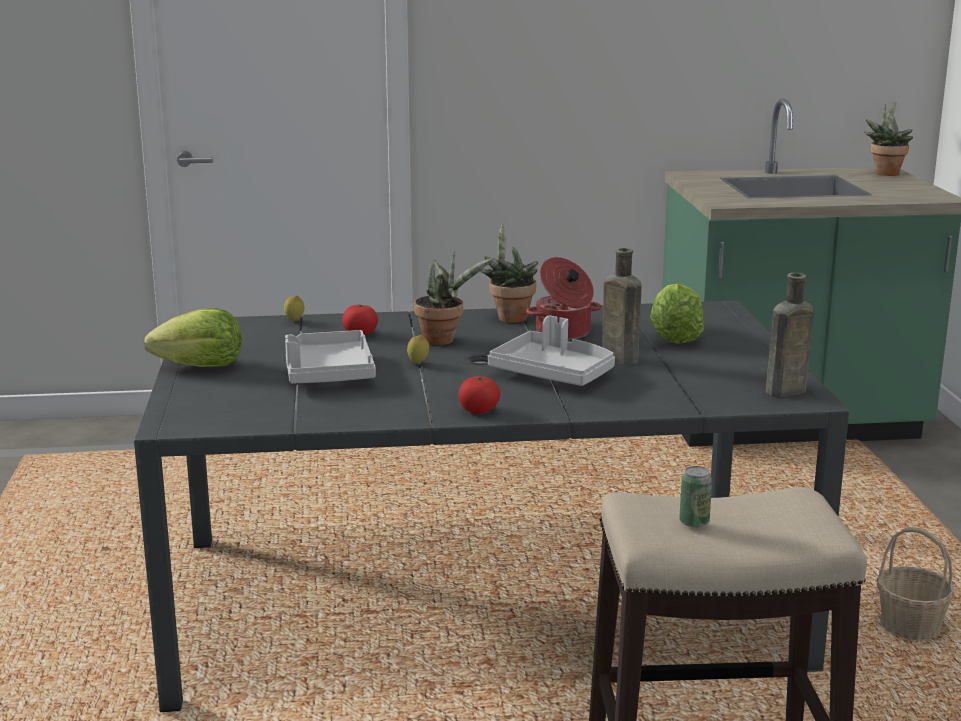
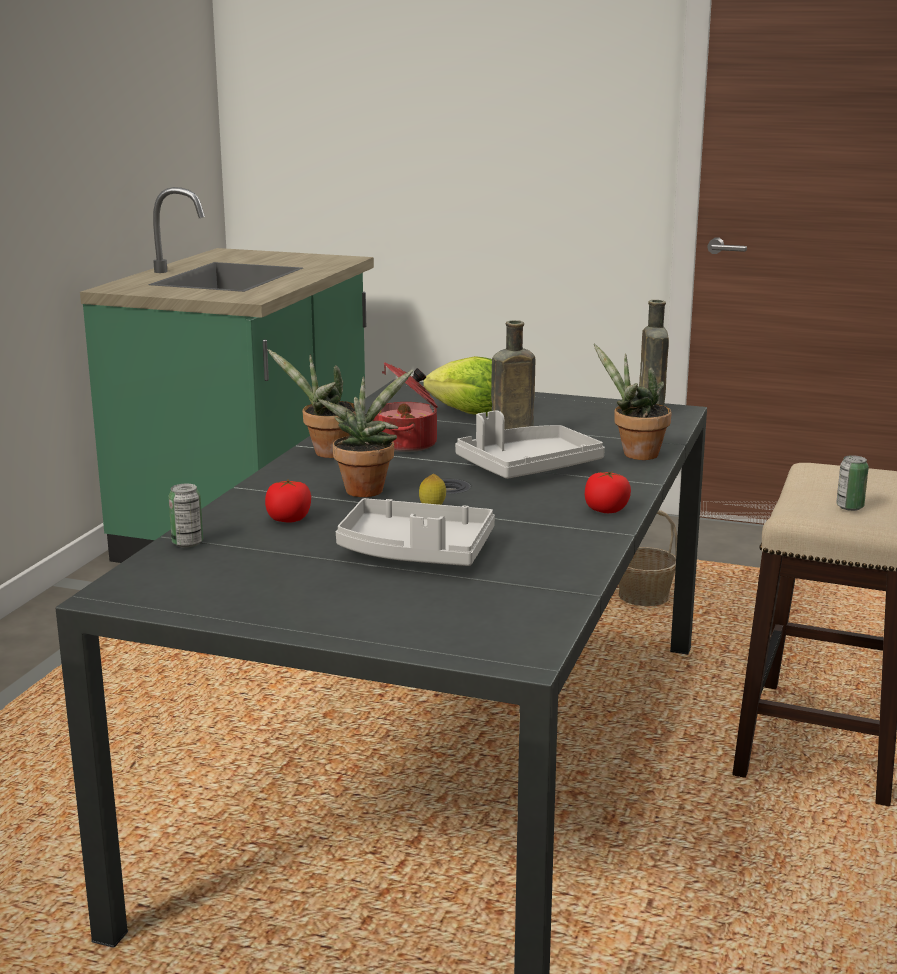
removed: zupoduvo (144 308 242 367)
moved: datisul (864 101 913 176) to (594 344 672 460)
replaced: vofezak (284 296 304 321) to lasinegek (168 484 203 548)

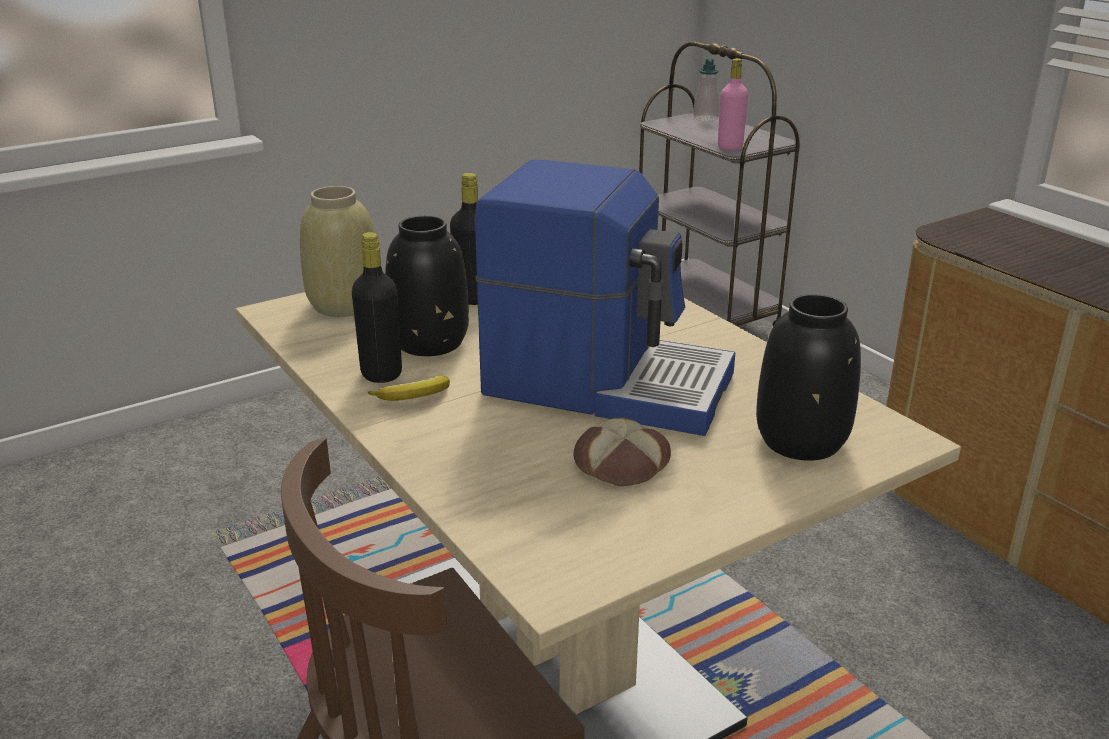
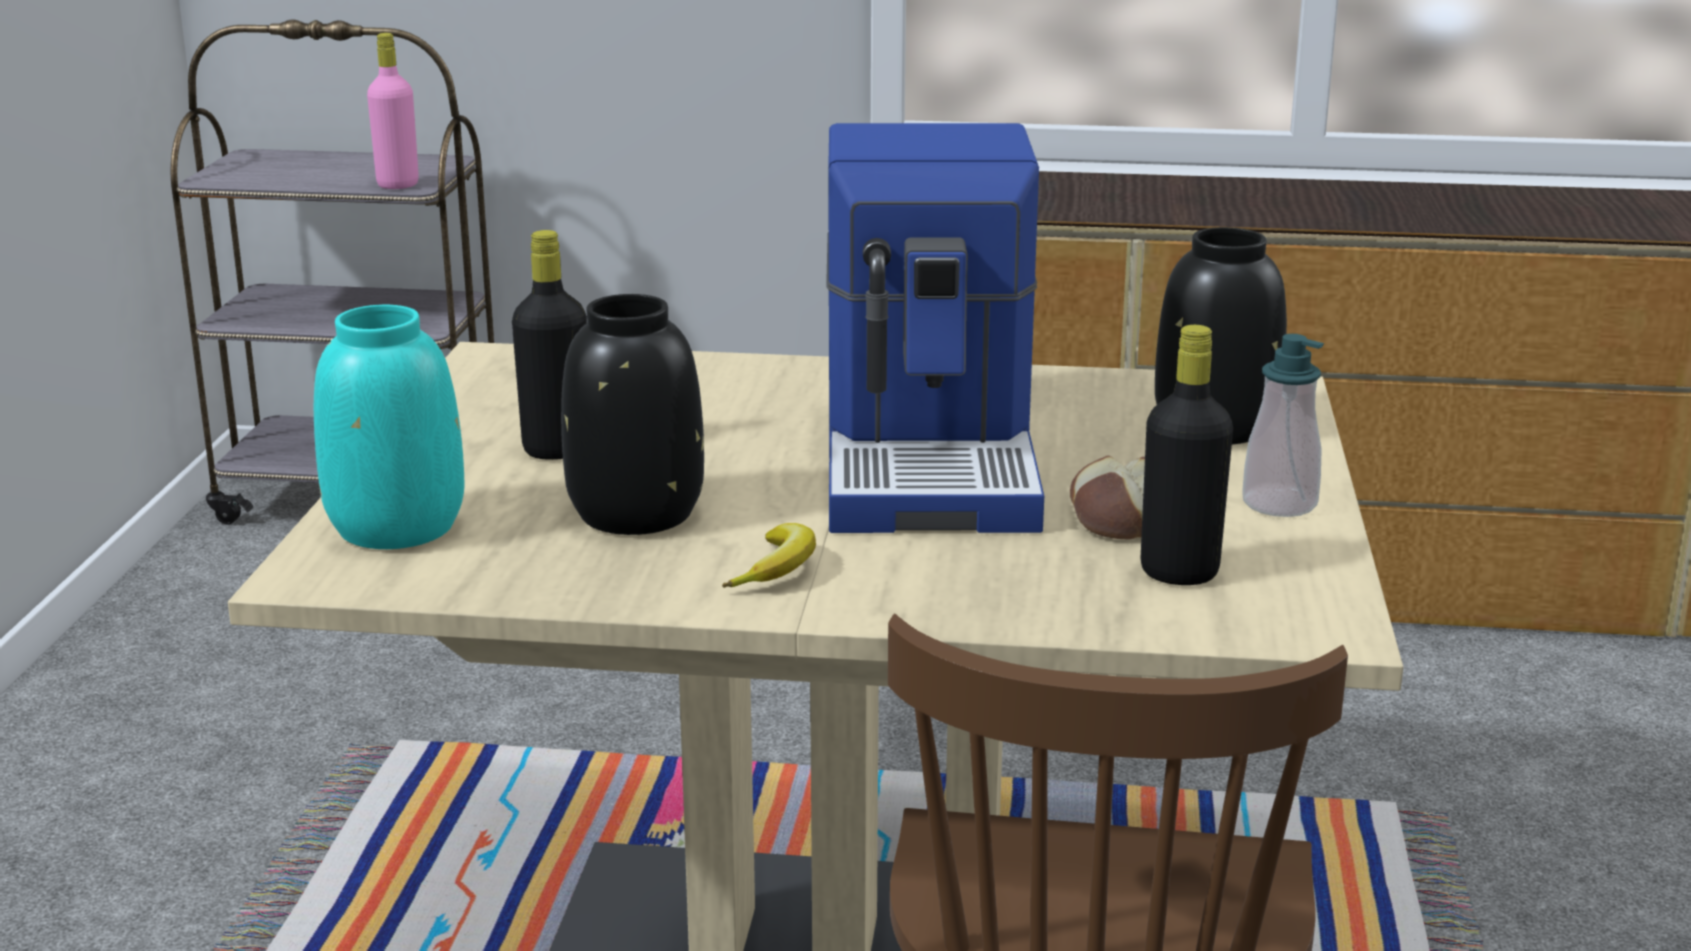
moved: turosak (693 58 719 121) to (1242 334 1324 517); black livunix (352 232 402 383) to (1141 325 1233 585)
recoloured: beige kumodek (300 186 374 317) to turquoise kumodek (314 305 464 549)
turned: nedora (475 160 735 436) = (826 123 1044 533) 120 degrees clockwise

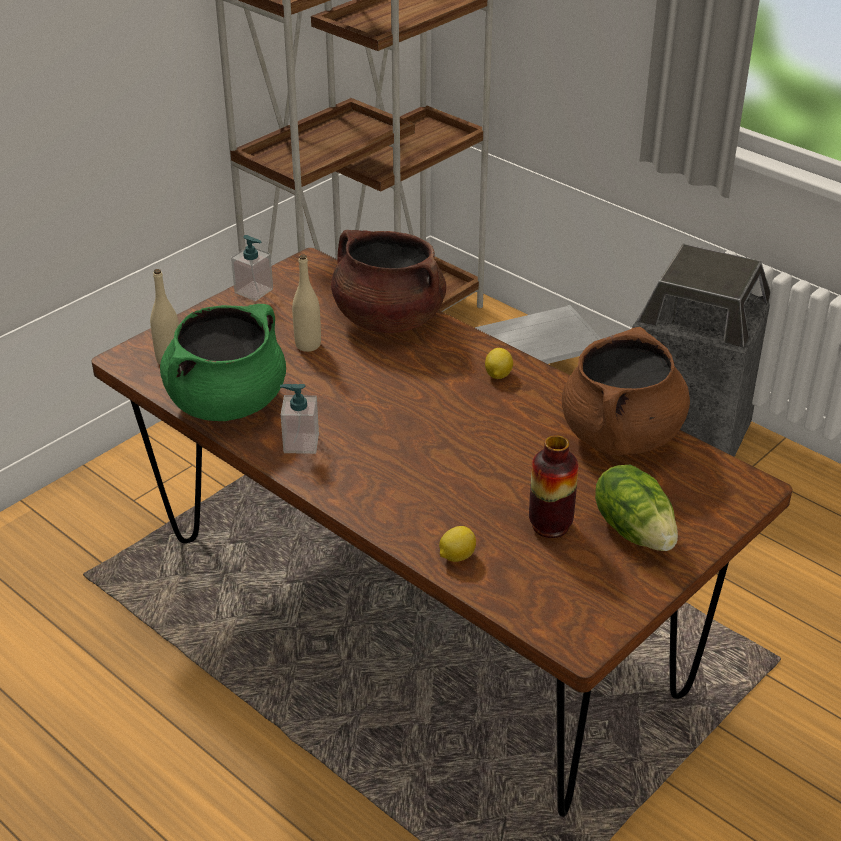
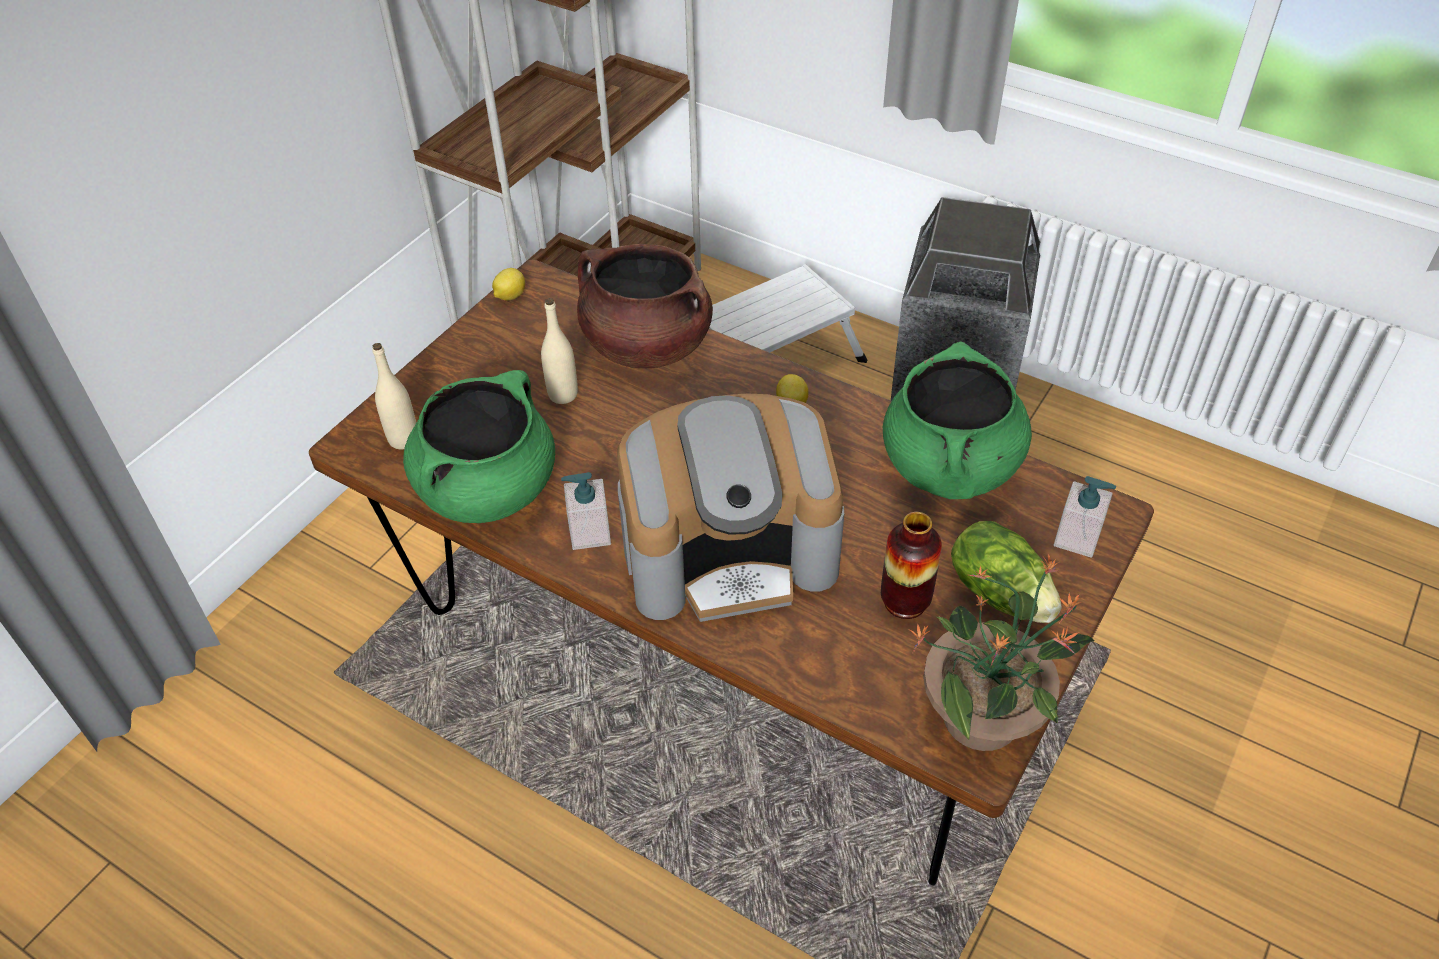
added: nedora (617 394 844 622); datisul (909 554 1095 751)
moved: turosak (231 235 273 301) to (1054 476 1116 558); vofezak (439 526 476 562) to (492 268 525 301)
recoloured: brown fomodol (562 327 690 455) to green fomodol (883 341 1032 499)

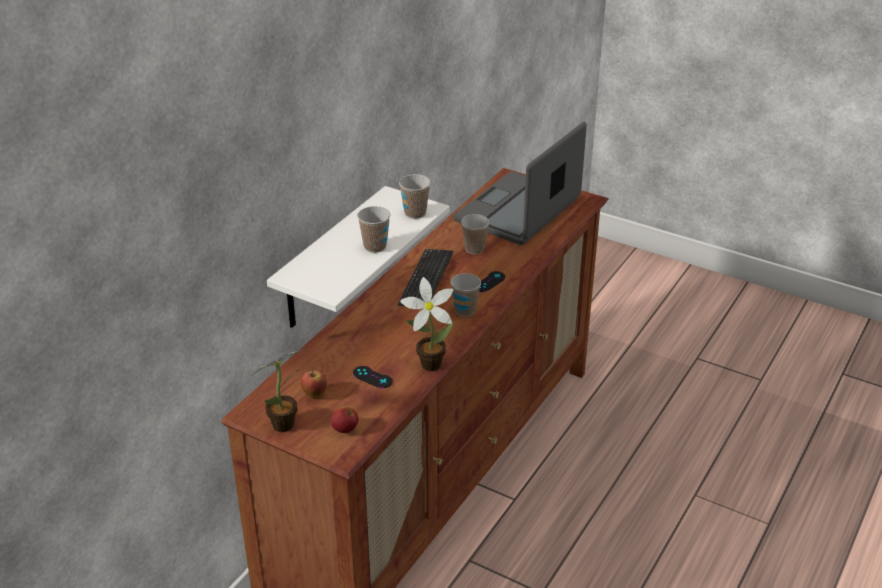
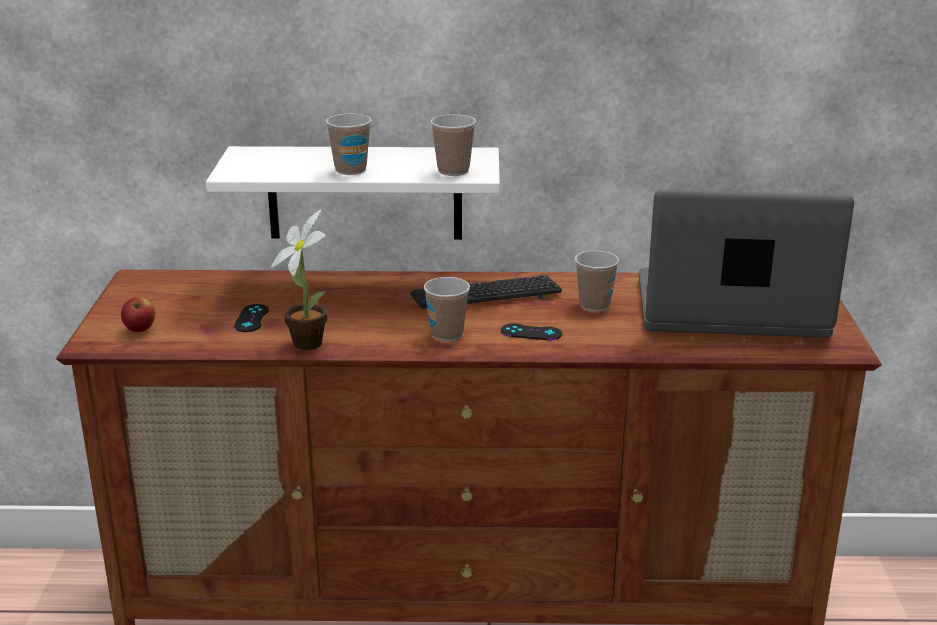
removed: datisul (252 350 303 432); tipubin (301 368 327 399)

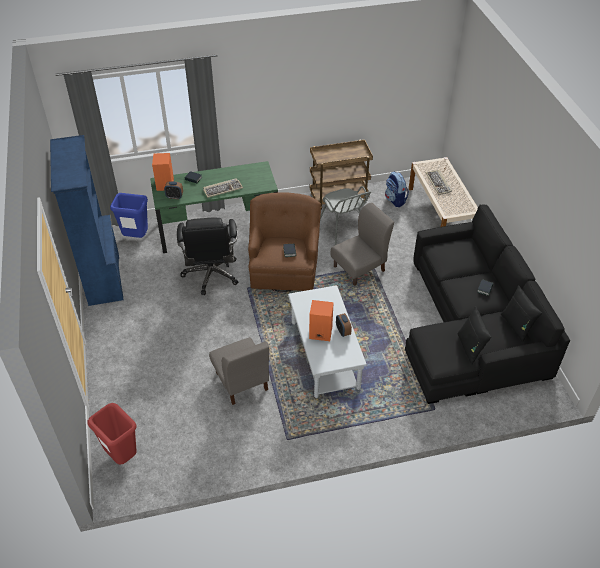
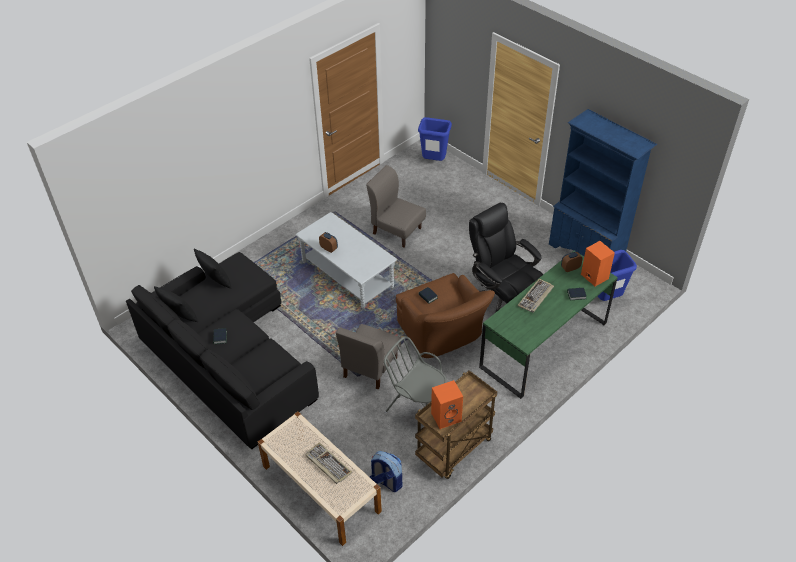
moved: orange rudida (309 300 334 341) to (431 380 463 429)
recoloured: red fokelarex (87 403 136 465) to blue fokelarex (418 117 452 161)

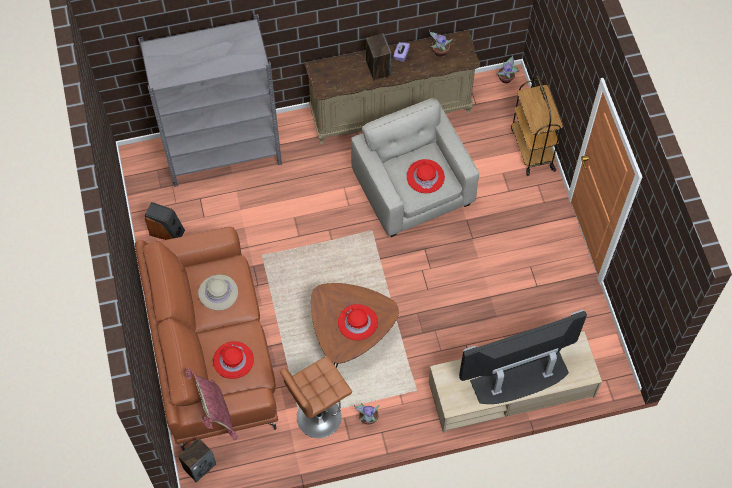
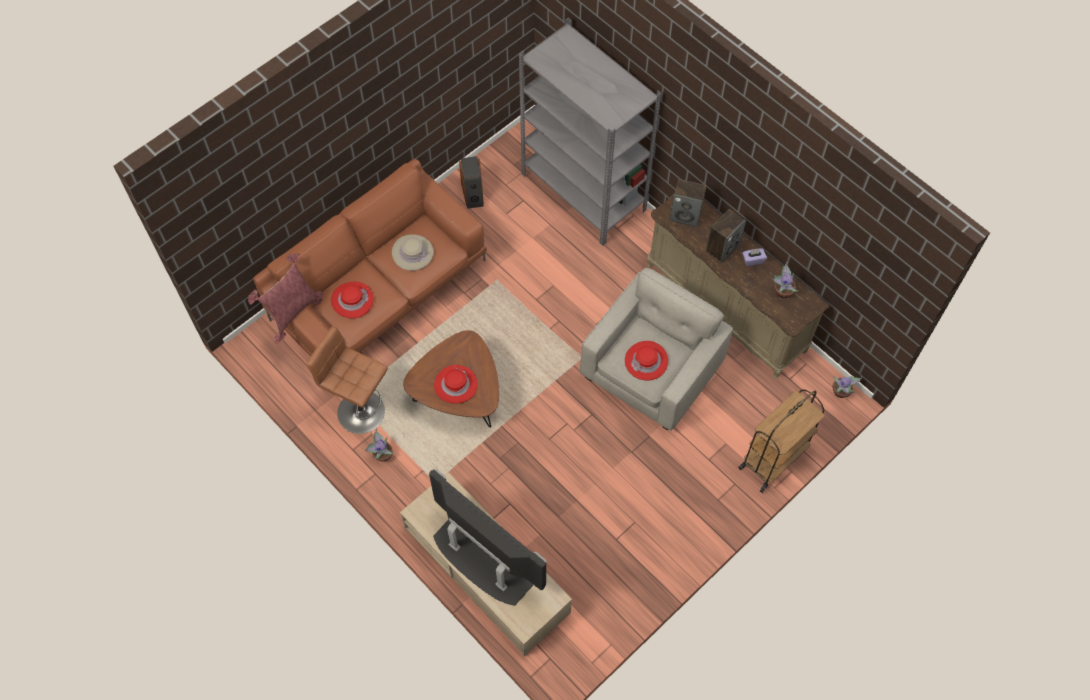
moved: rudida (178 438 216 482) to (669 179 706 227)

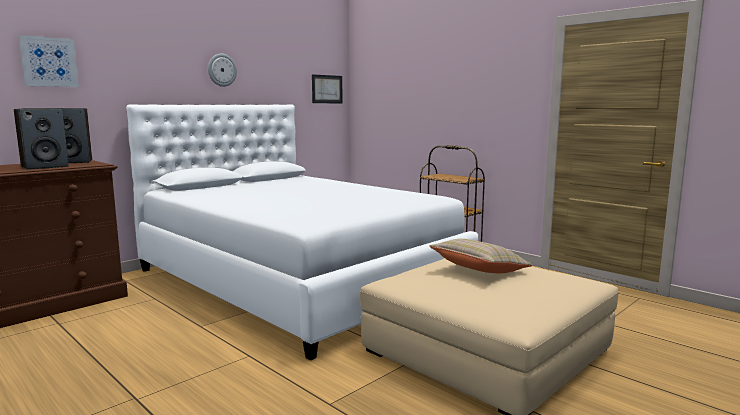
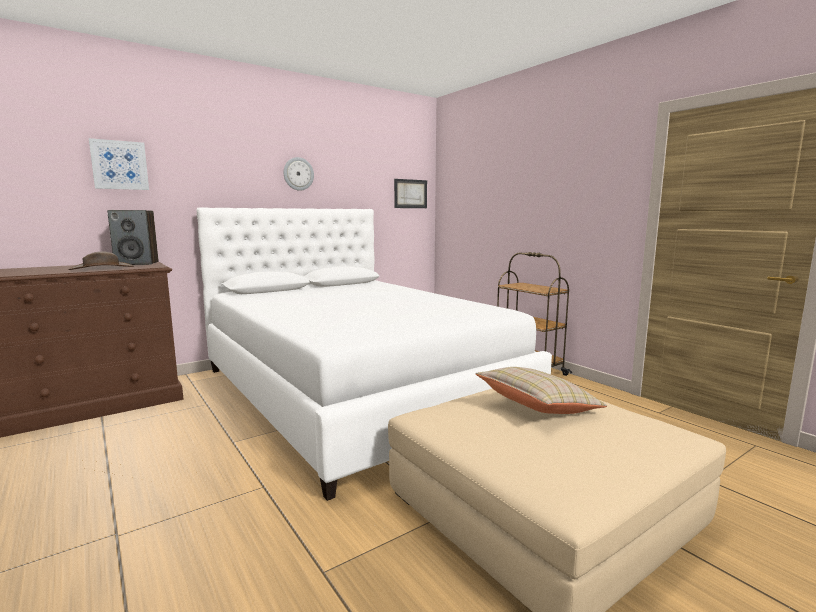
replaced: rudida (14 108 69 170) to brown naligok (68 251 134 270)

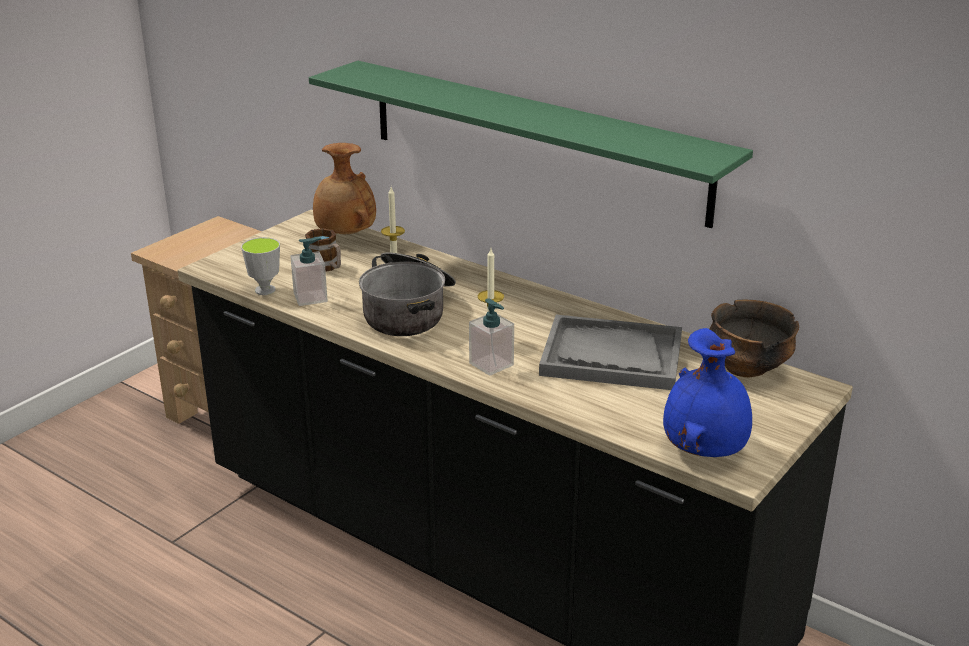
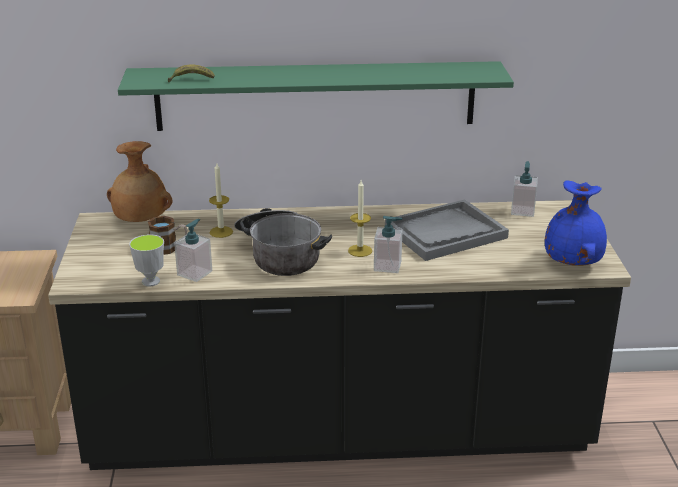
added: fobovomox (168 64 215 82)
replaced: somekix (709 300 799 377) to turosak (511 161 538 217)

